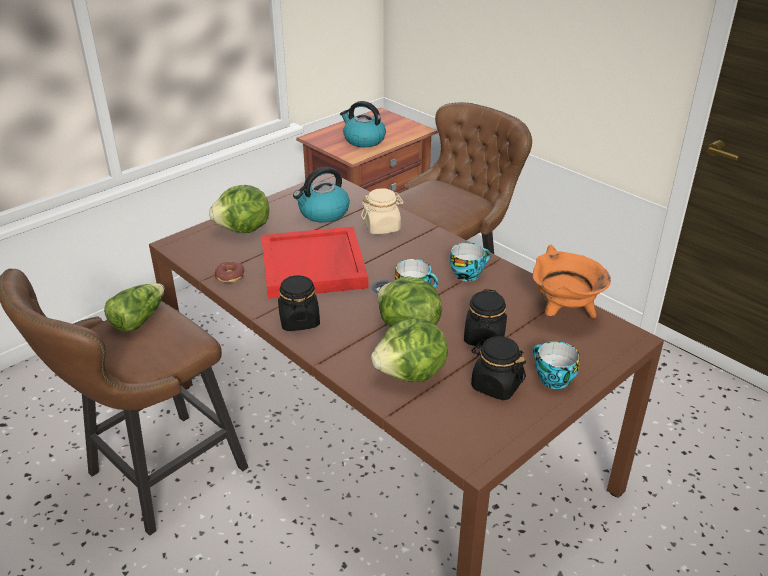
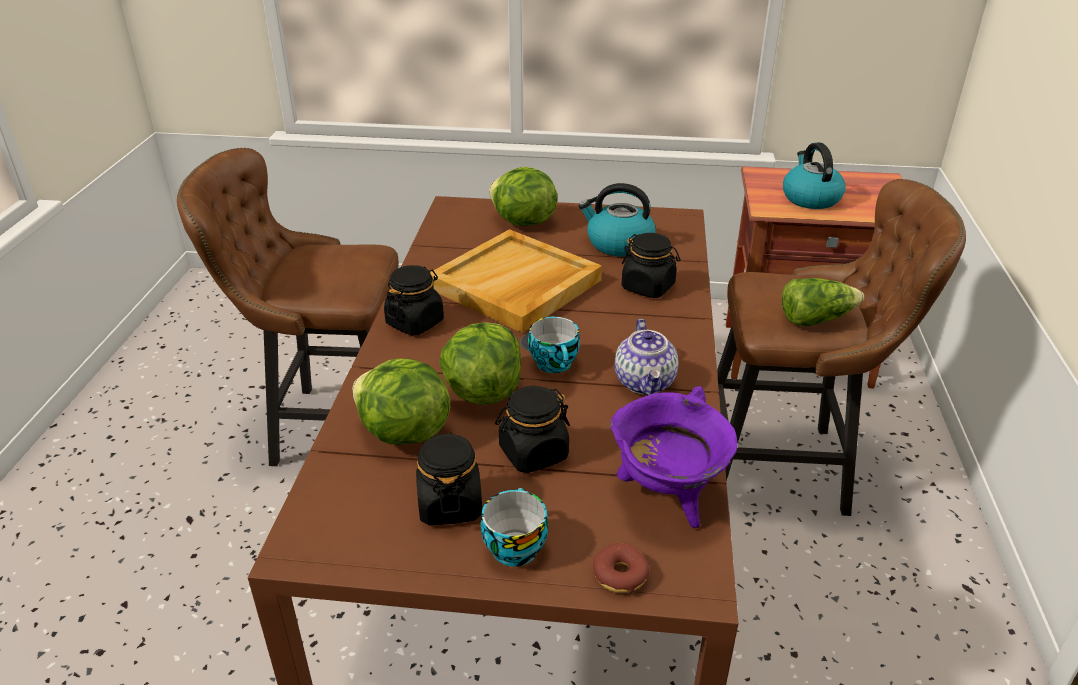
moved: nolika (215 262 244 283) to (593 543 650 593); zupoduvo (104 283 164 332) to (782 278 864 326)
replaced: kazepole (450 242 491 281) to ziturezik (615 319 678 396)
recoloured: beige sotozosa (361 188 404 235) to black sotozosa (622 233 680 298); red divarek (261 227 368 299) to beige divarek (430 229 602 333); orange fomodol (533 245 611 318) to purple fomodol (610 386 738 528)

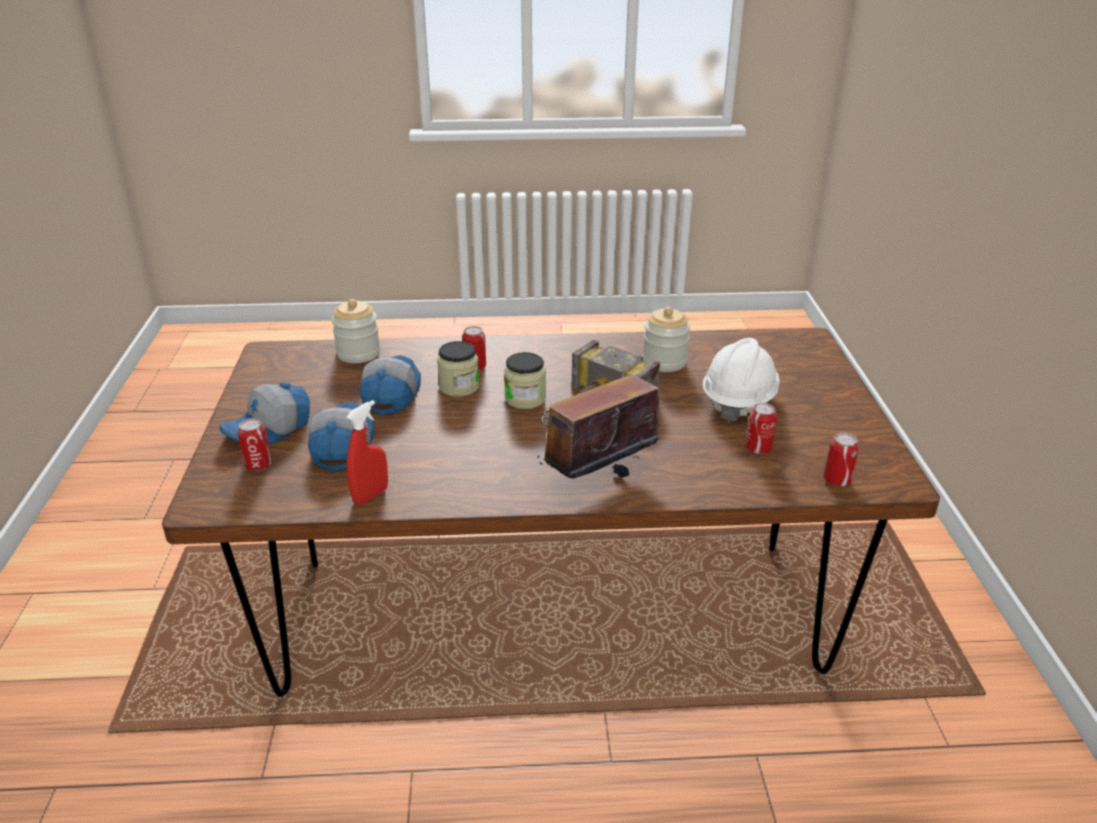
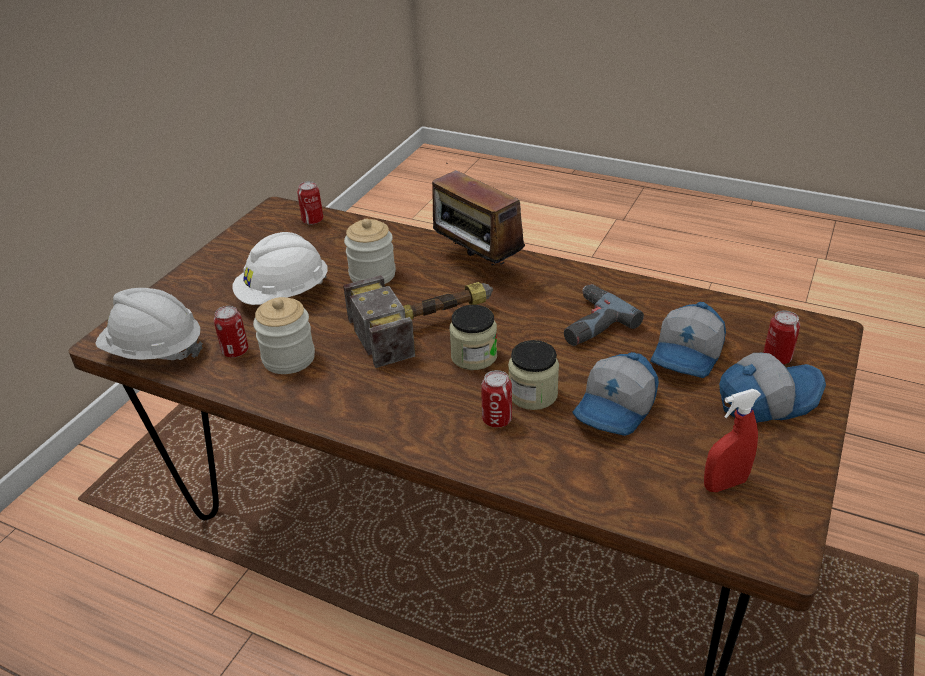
added: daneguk (564 284 644 346); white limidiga (95 288 203 360)
moved: sotozosa (331 299 380 363) to (344 218 396 284); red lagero (346 400 388 505) to (704 389 761 492); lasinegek (746 403 777 454) to (214 306 249 357)
turned: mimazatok (537 355 659 478) = (432 163 525 266) 60 degrees clockwise

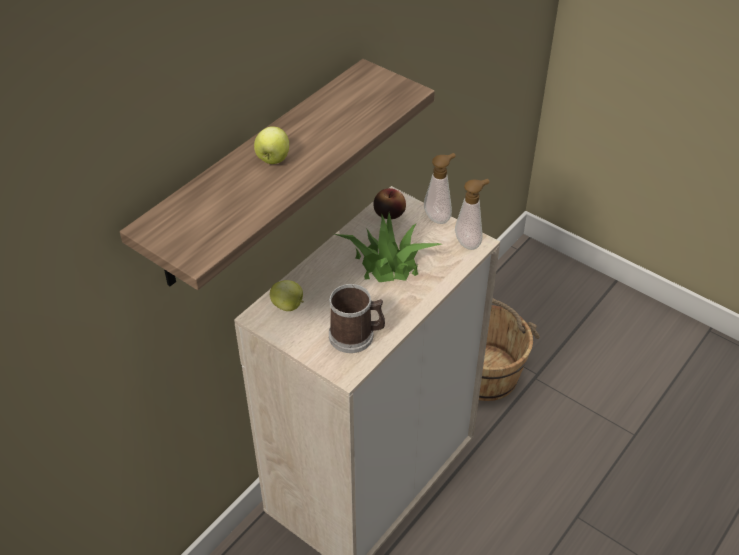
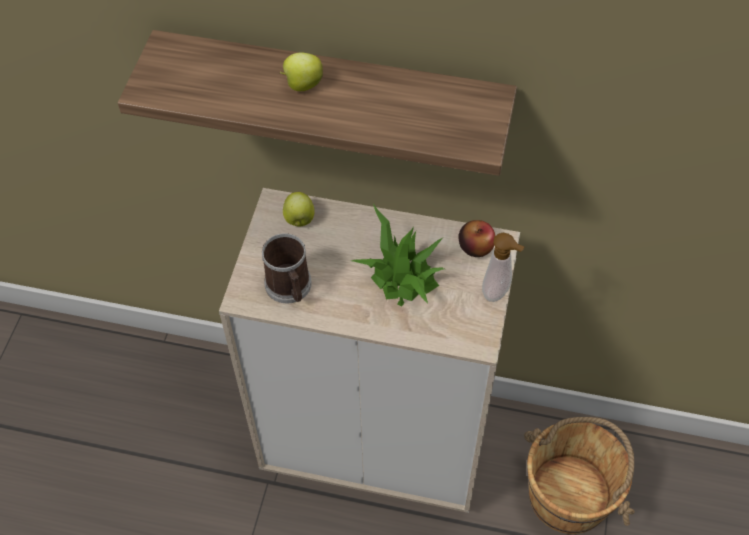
removed: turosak (455 179 490 250)

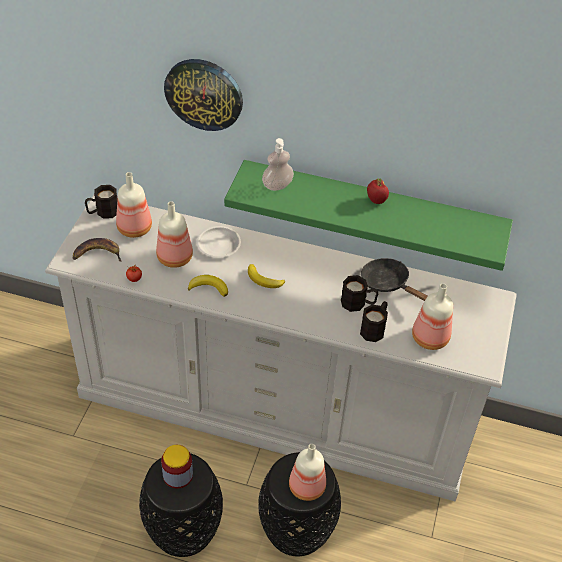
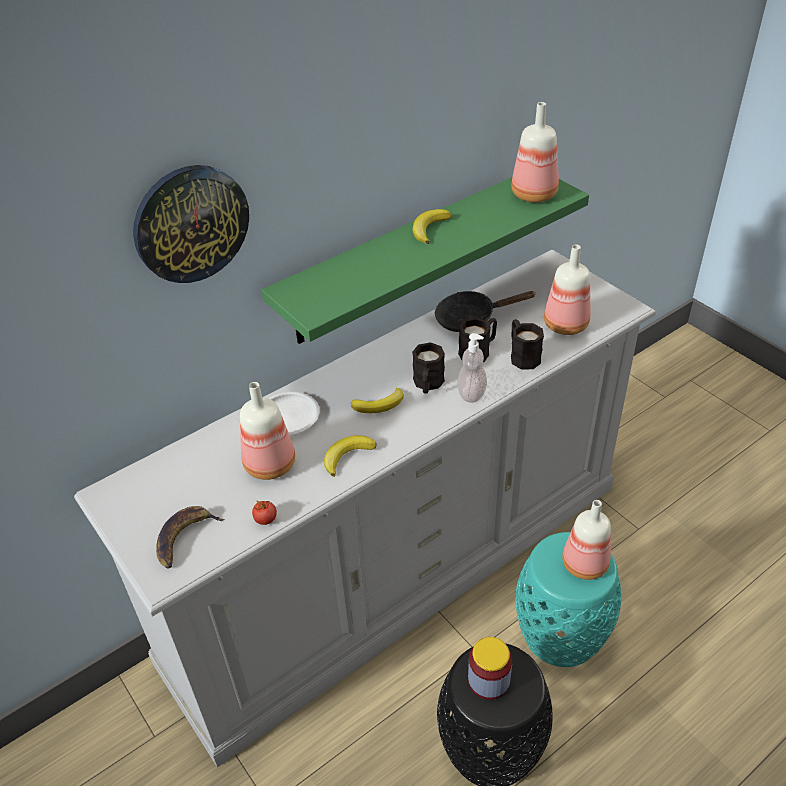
moved: turosak (262 138 294 191) to (457 333 487 403); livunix (116 172 152 238) to (511 102 559 202); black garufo (85 185 118 219) to (412 342 445 394)
replaced: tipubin (367 178 389 204) to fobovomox (413 209 451 244)
recoloured: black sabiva (258 452 341 556) to turquoise sabiva (515 532 621 667)

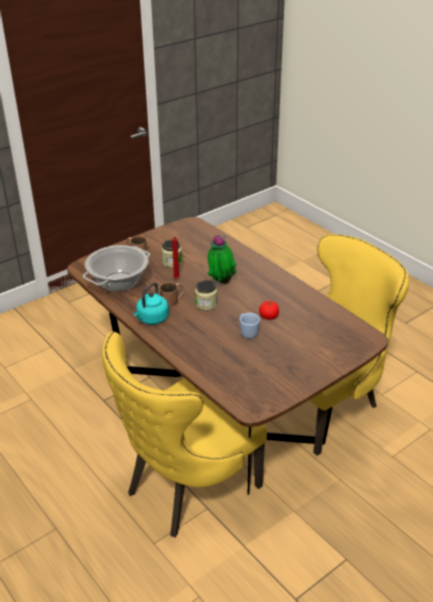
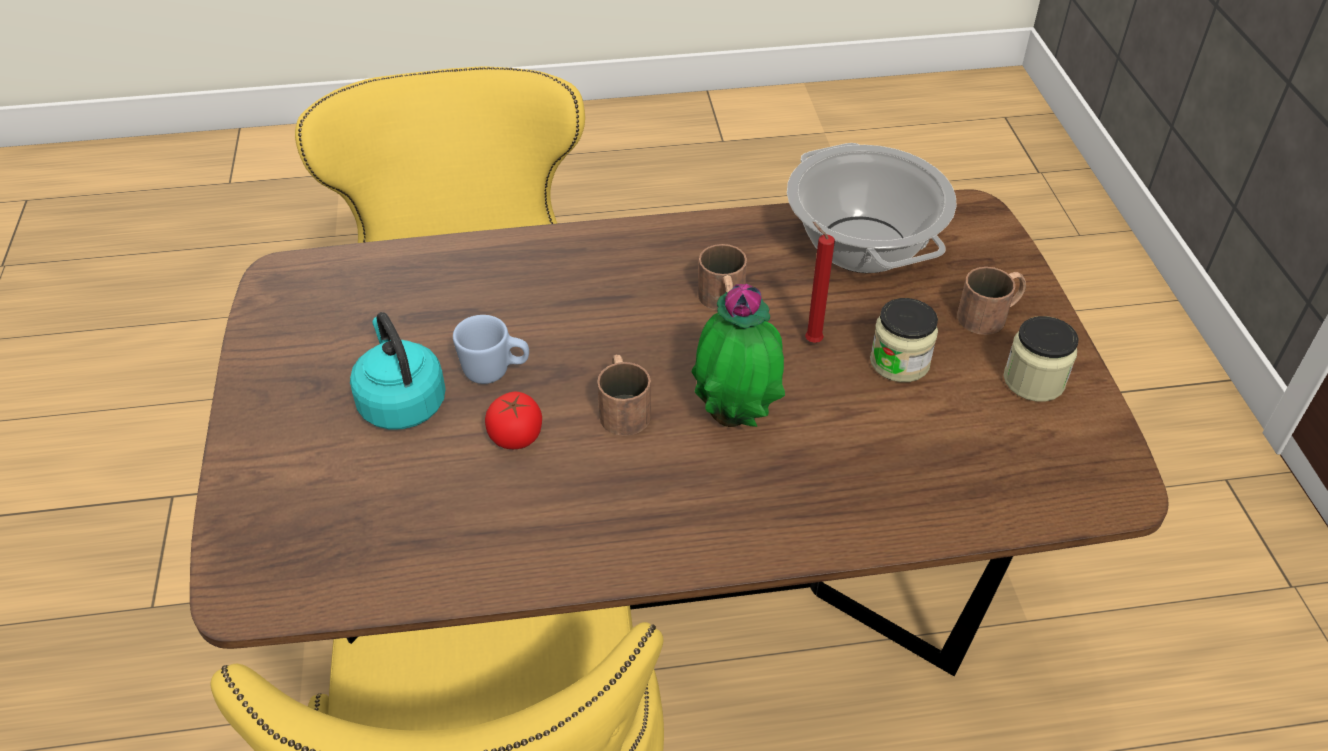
added: brown garufo (597 354 651 436)
moved: sotozosa (195 280 217 310) to (1004 316 1079 402); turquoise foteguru (133 282 169 324) to (350 312 446 430)

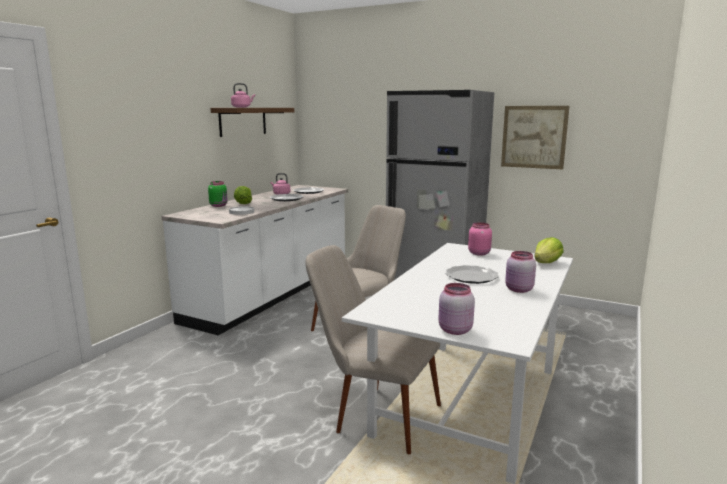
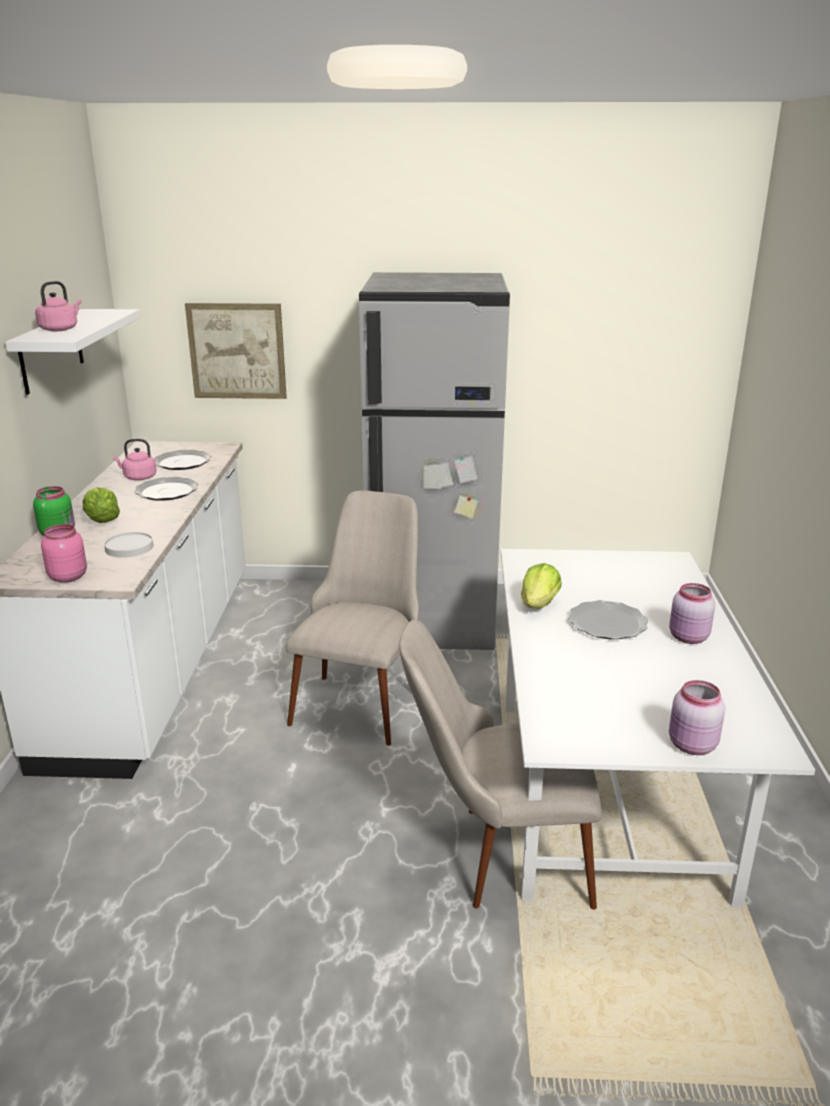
moved: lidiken (501 106 570 169) to (185 303 287 399); pink sotozosa (468 222 492 256) to (41 524 87 583); zupoduvo (535 237 564 263) to (521 563 562 609)
recoloured: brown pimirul (210 108 294 137) to white pimirul (5 309 140 395)

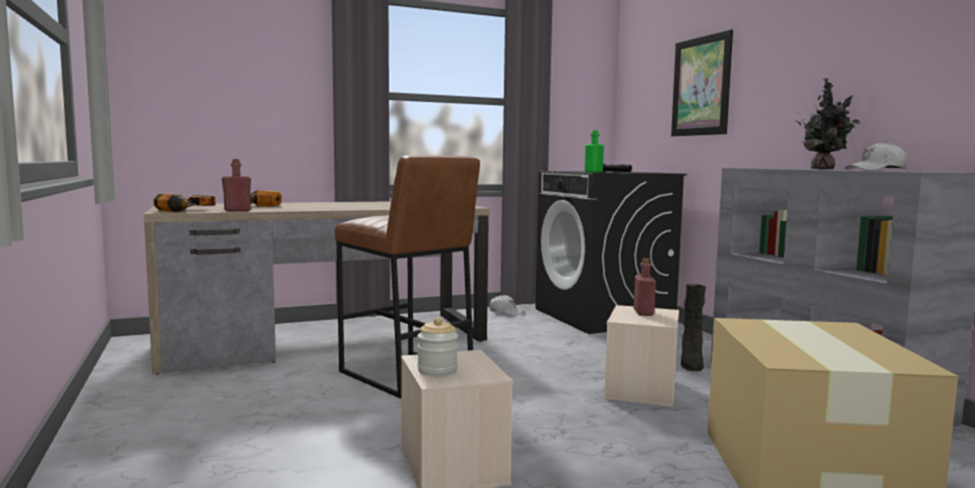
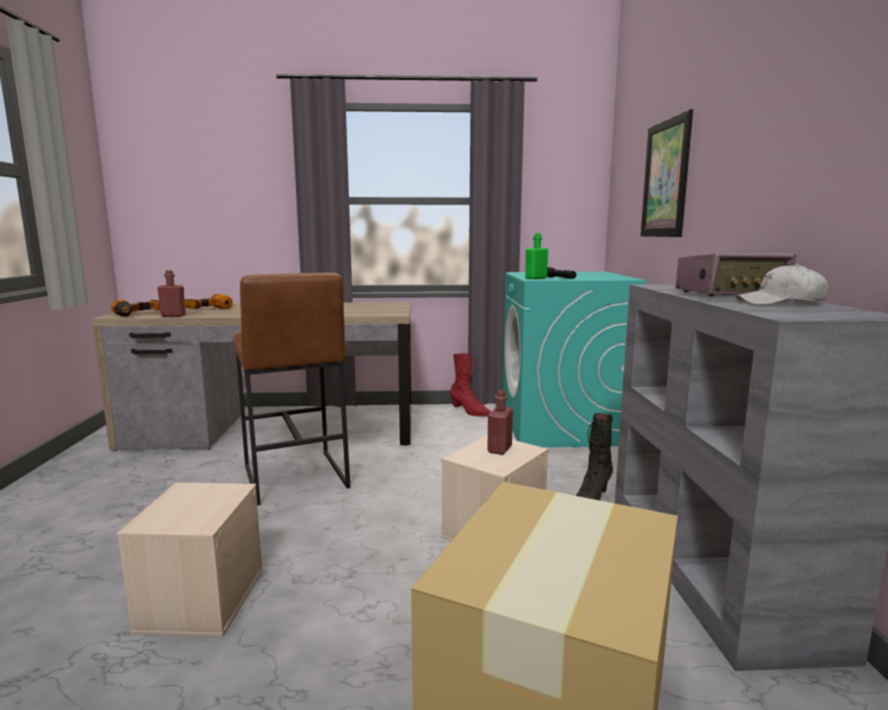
removed: sotozosa (417 317 458 377)
replaced: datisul (795 78 860 169) to mimazatok (675 252 796 296); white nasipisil (489 295 524 316) to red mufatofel (450 353 491 417)
recoloured: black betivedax (535 171 687 334) to turquoise betivedax (503 272 648 448)

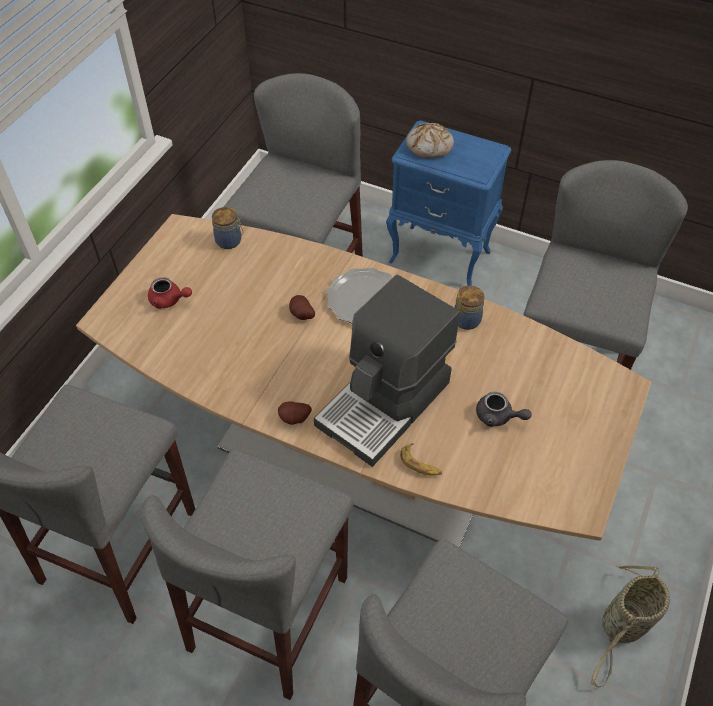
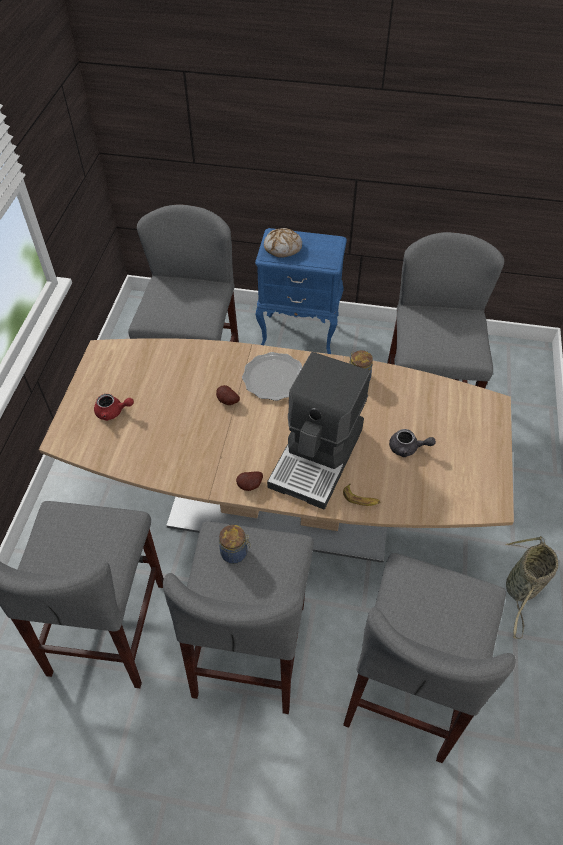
moved: sotozosa (212 207 243 249) to (219 525 250 564)

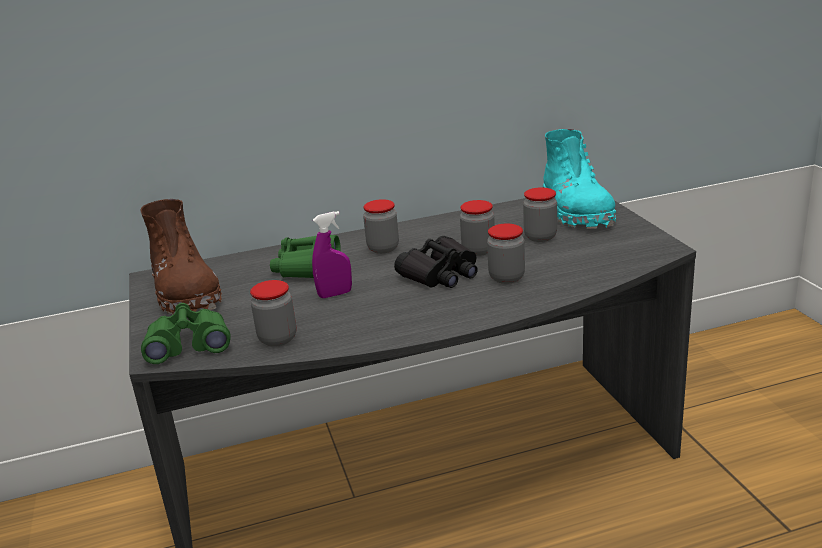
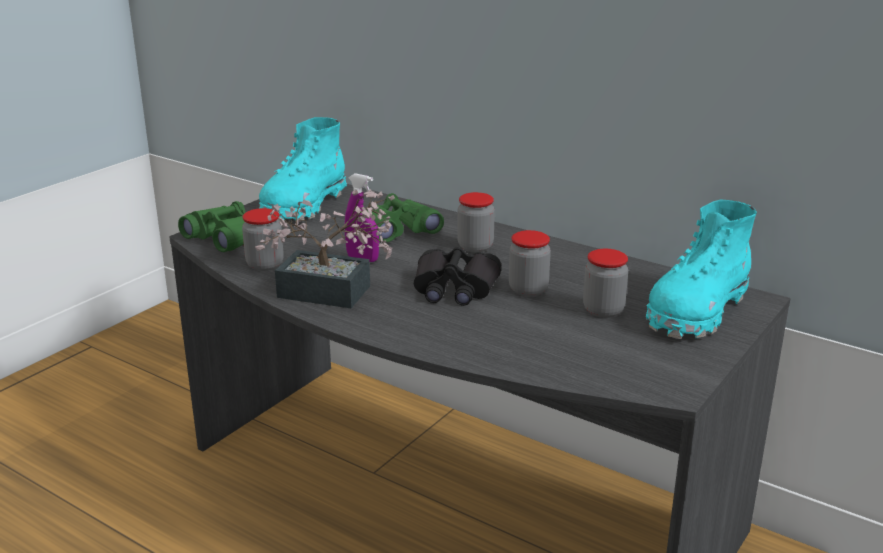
removed: sotozosa (487 224 525 284)
added: datisul (255 189 395 308)
recoloured: brown mufatofel (141 199 222 315) to turquoise mufatofel (259 117 347 222)

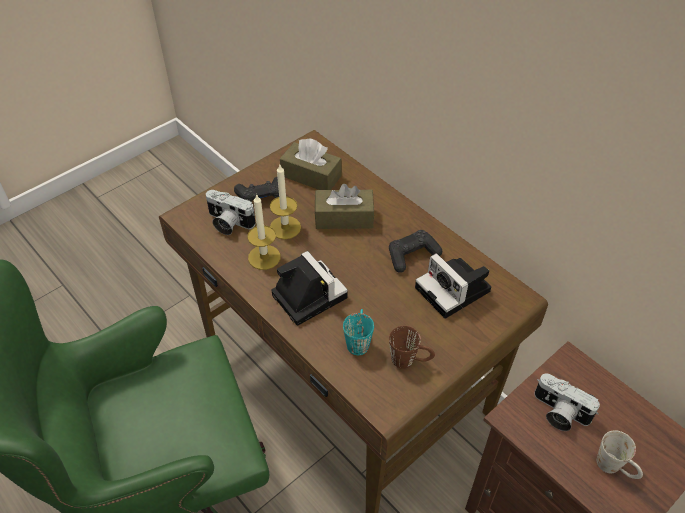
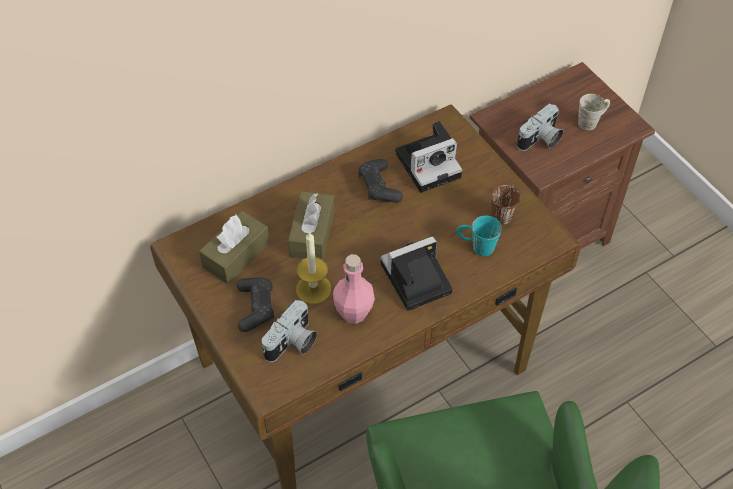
replaced: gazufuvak (247 194 281 270) to pink livunix (333 254 375 324)

